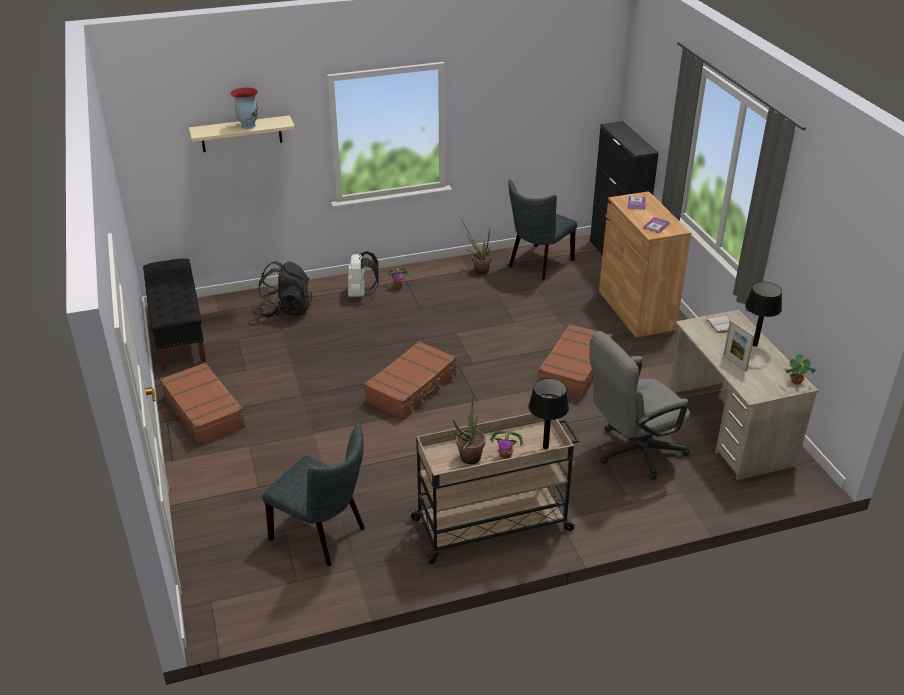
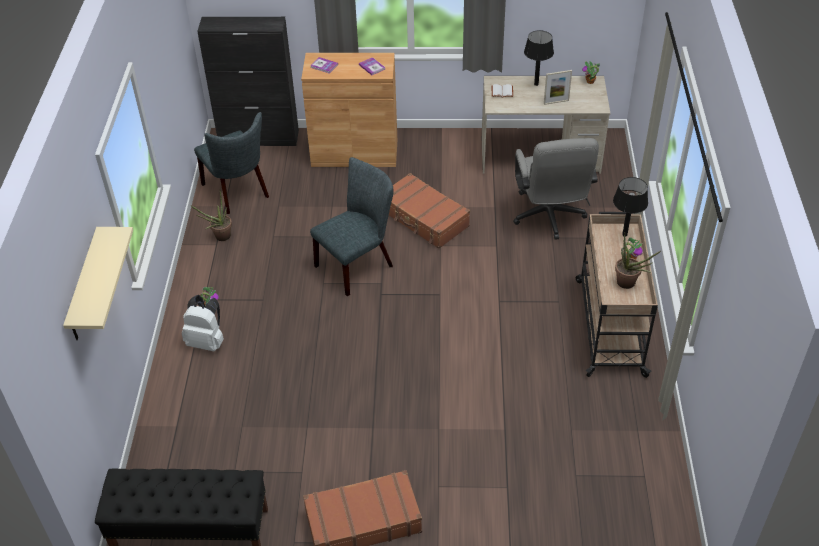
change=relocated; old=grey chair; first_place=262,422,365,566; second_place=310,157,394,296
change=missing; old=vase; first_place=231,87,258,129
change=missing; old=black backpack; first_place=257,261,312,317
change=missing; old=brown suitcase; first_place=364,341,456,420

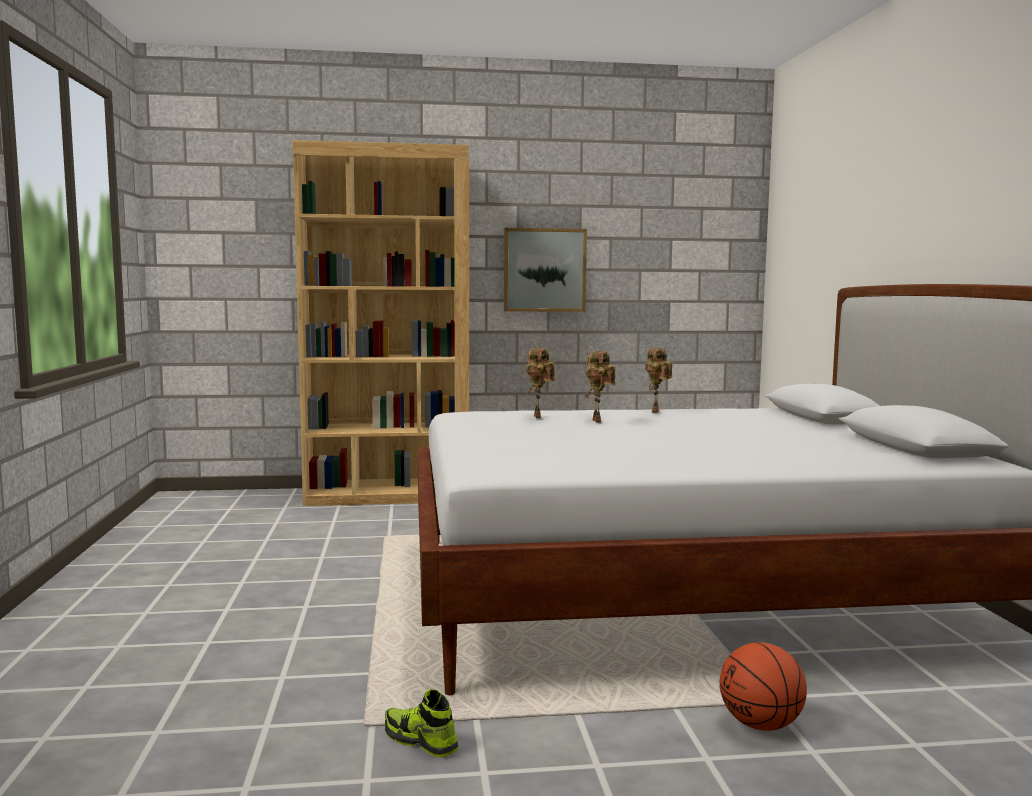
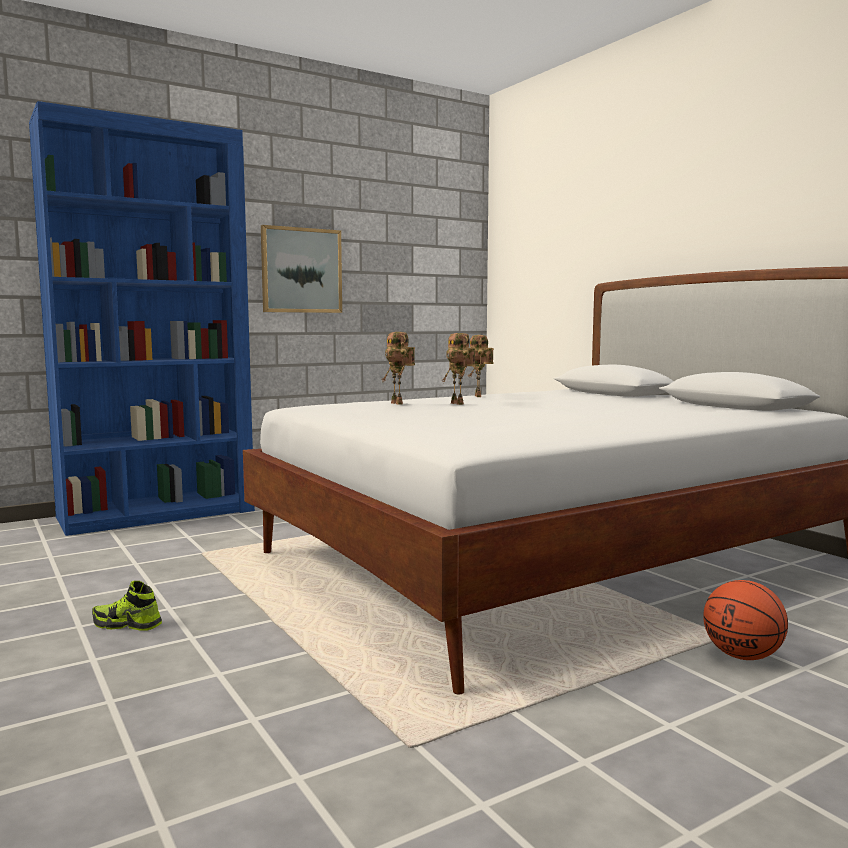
change=colour; old=brown bookcase; new=blue bookcase; first_place=293,140,469,506; second_place=29,101,255,536
change=relocated; old=shoe; first_place=385,690,458,757; second_place=92,581,162,631

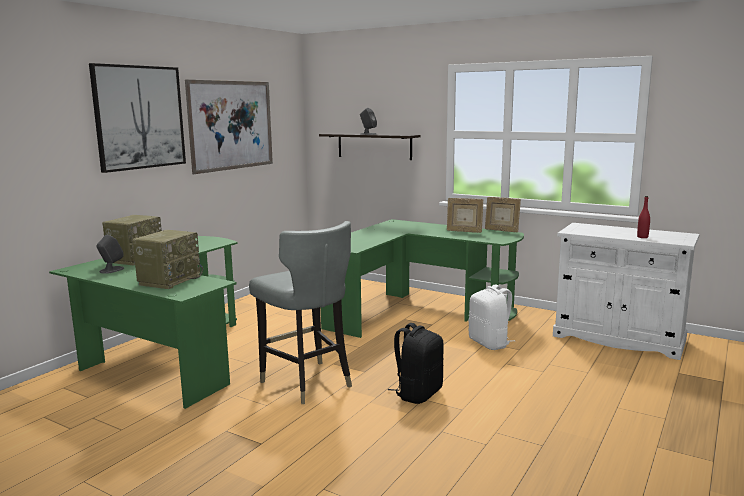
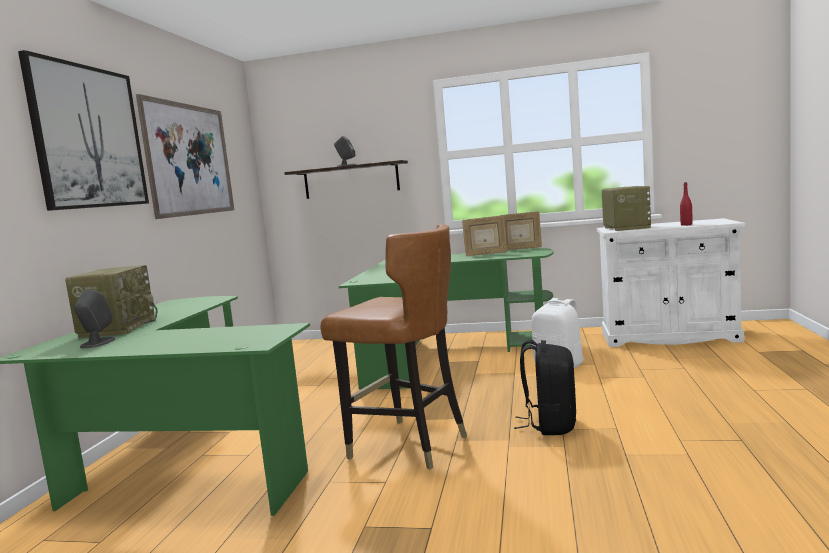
change=colour; old=grey chair; new=brown chair; first_place=249,221,352,404; second_place=321,224,467,469
change=relocated; old=radio; first_place=132,230,203,289; second_place=602,186,651,231

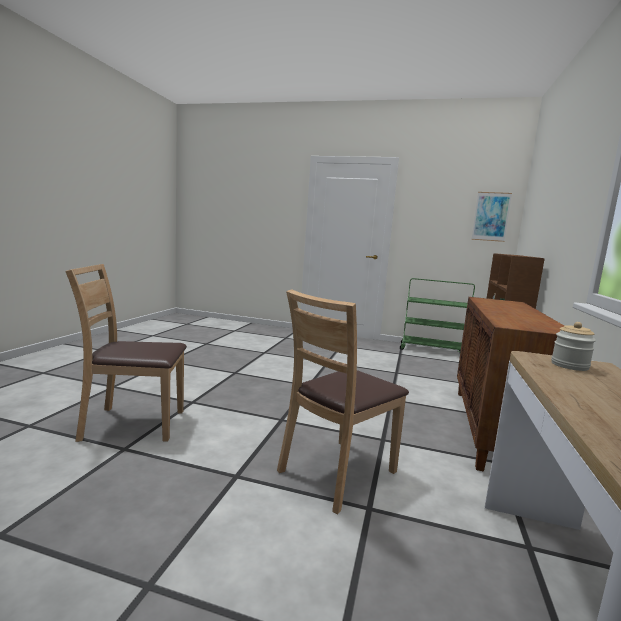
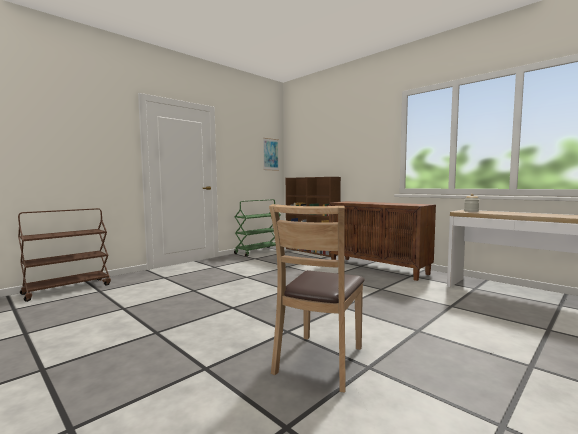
change=appeared; new=brown cart; second_place=18,208,111,302
change=missing; old=brown chair; first_place=277,289,409,514

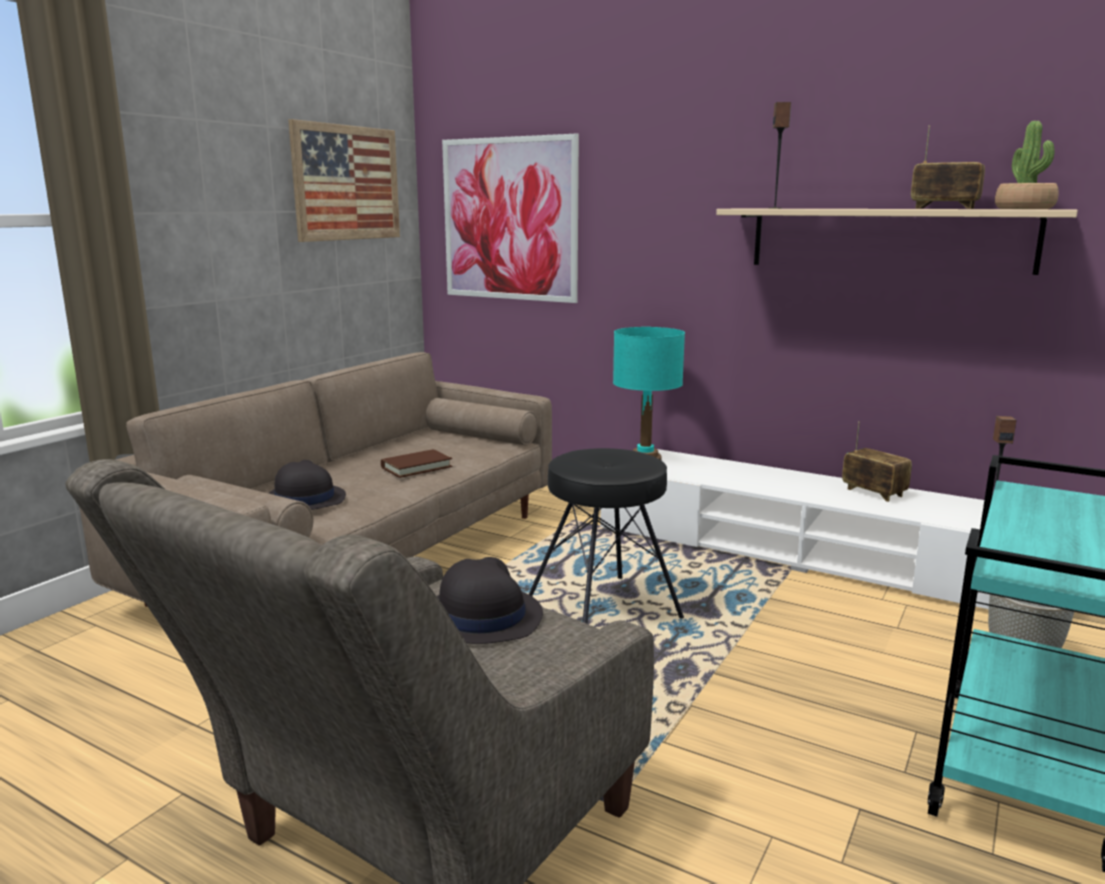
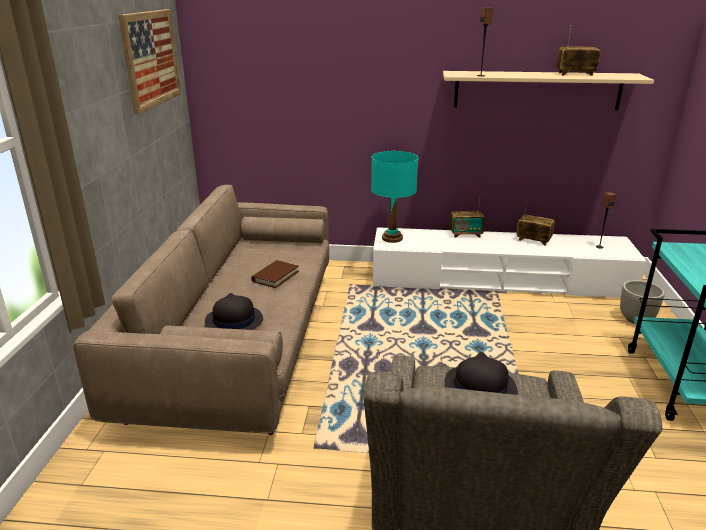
change=appeared; new=radio; second_place=450,195,485,238
change=missing; old=picture; first_place=442,134,579,303
change=missing; old=black stool; first_place=529,448,684,624
change=missing; old=potted plant; first_place=995,121,1059,209

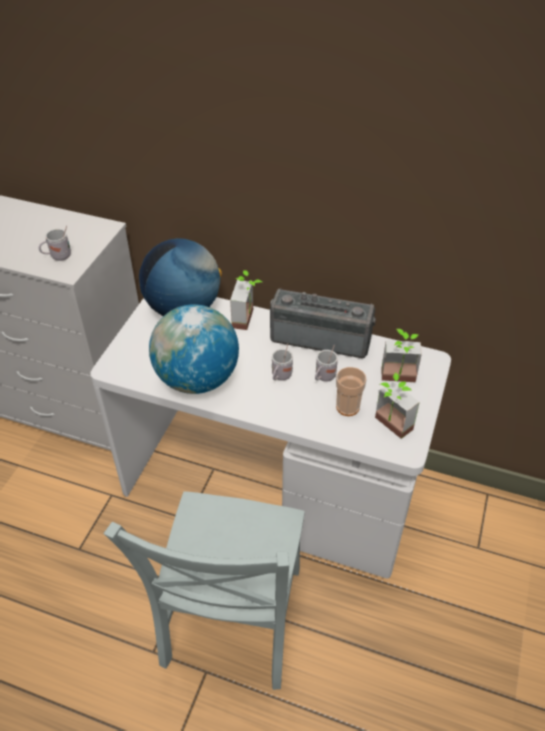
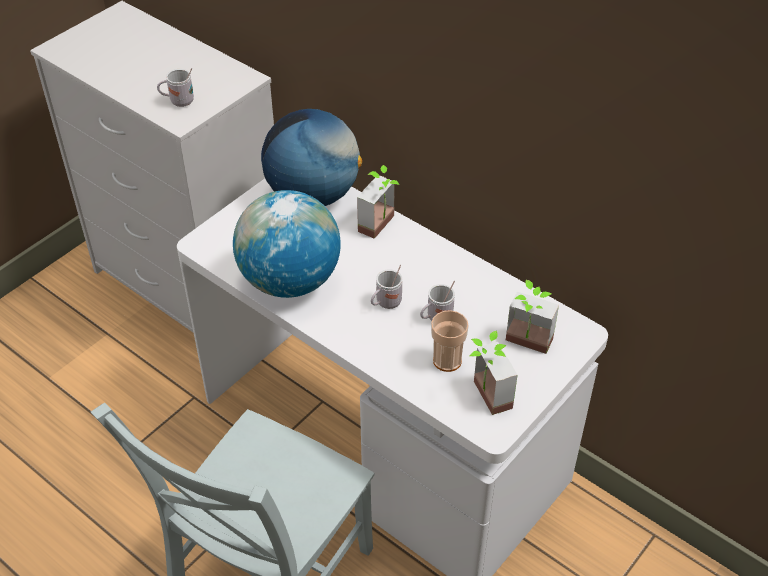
change=missing; old=radio; first_place=270,288,376,358

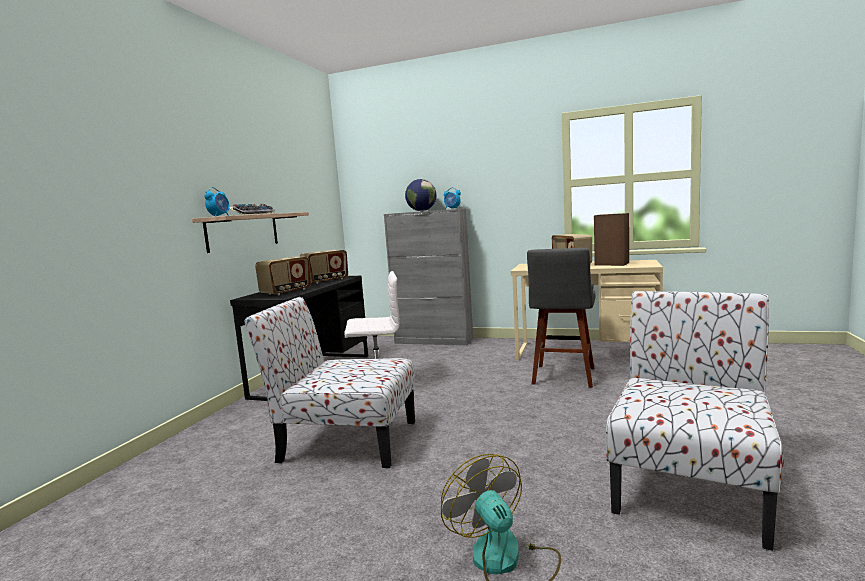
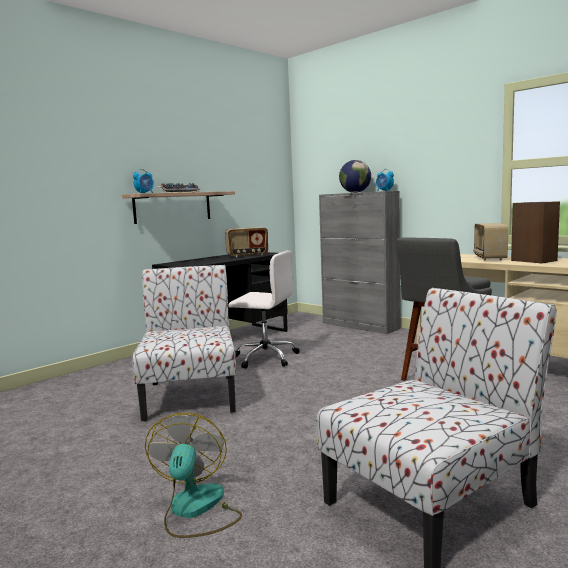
change=spun; old=chair; first_place=245,297,415,468; second_place=133,265,236,421; degrees=45
change=missing; old=radio; first_place=255,257,311,295

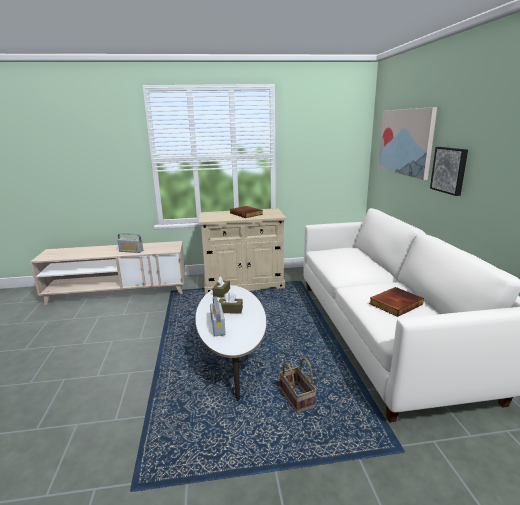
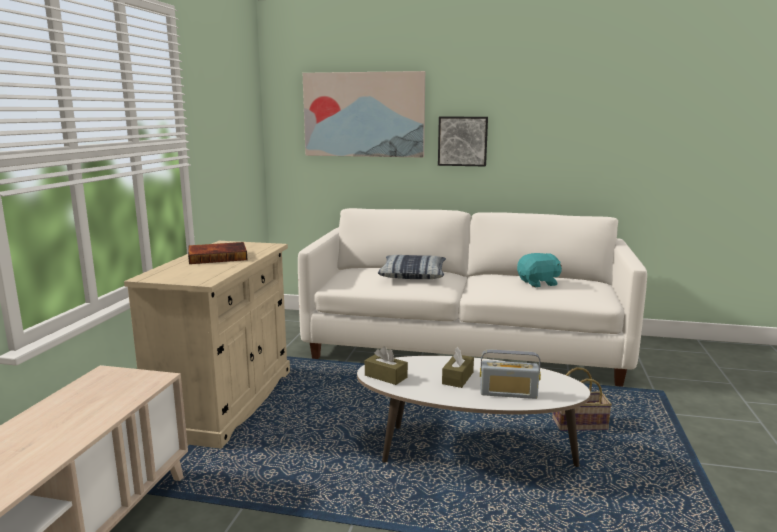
change=appeared; new=pillow; second_place=378,255,446,279
change=exchanged; old=book; new=turquoise plush toy; first_place=369,287,424,317; second_place=517,253,562,287
change=missing; old=radio; first_place=118,233,143,253

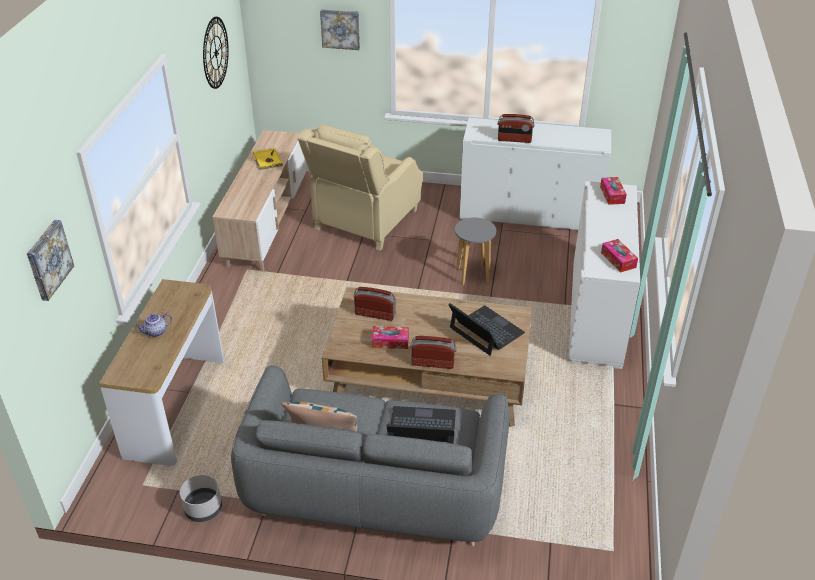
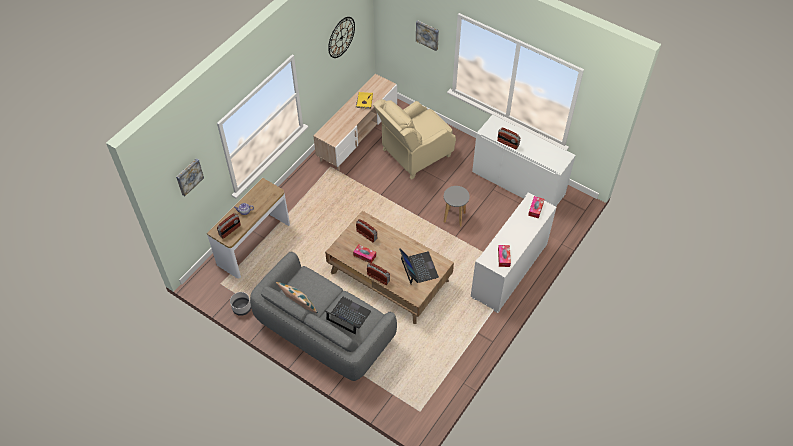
change=appeared; new=radio; second_place=217,213,241,239

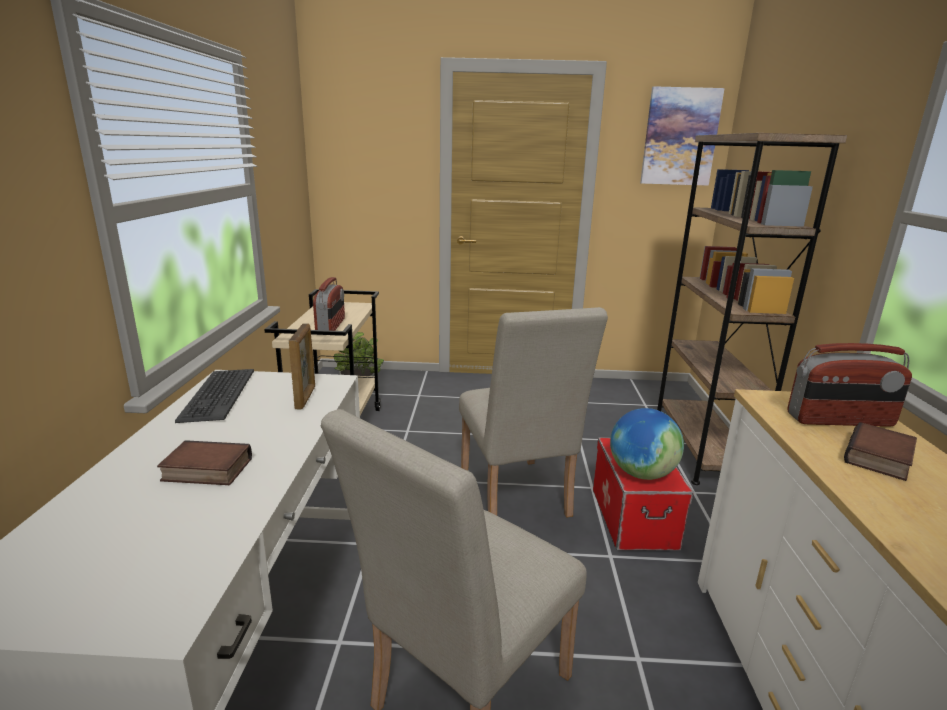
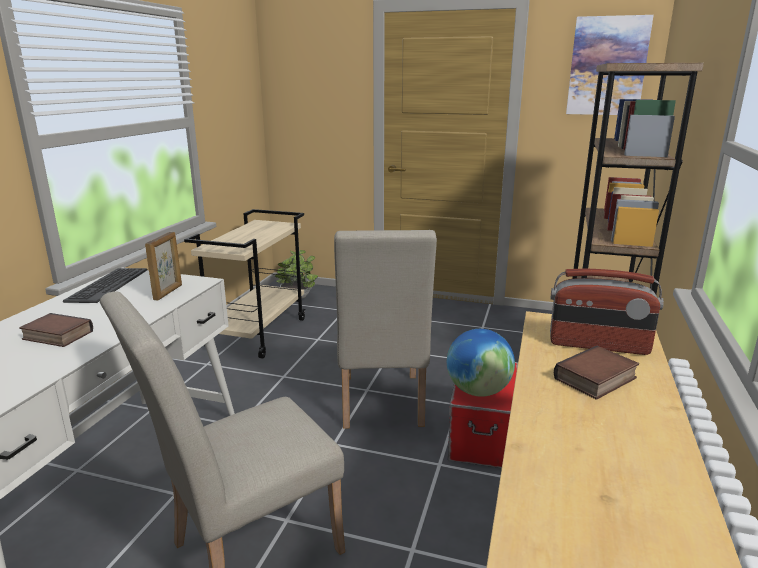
change=missing; old=radio; first_place=313,277,345,331

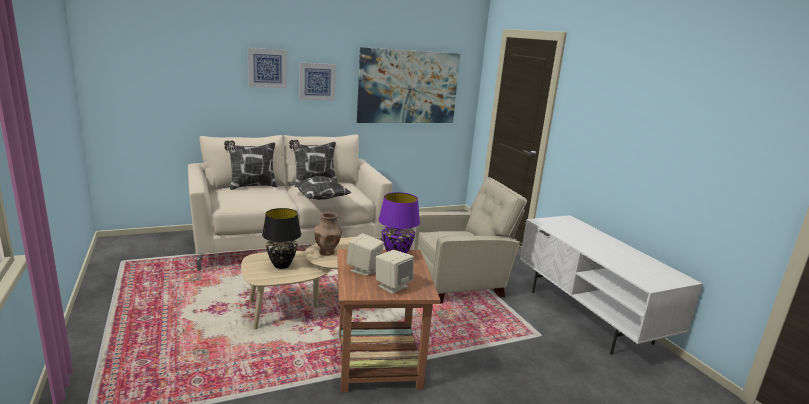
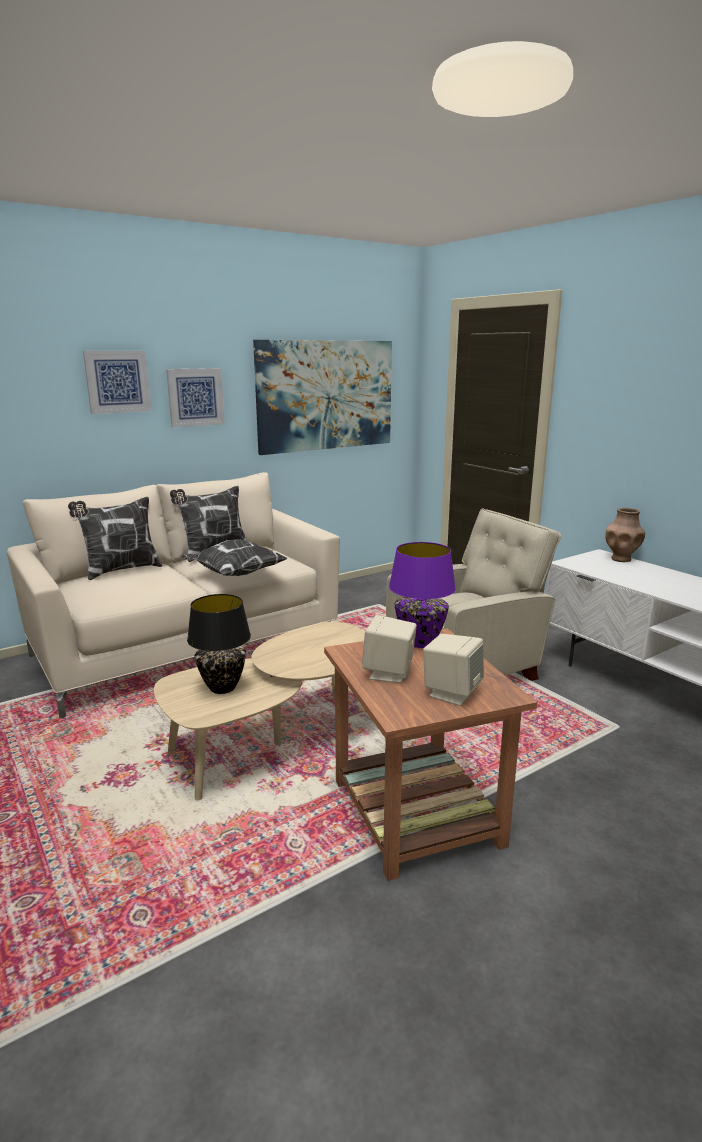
change=relocated; old=brown vase; first_place=314,212,342,256; second_place=605,508,645,562

